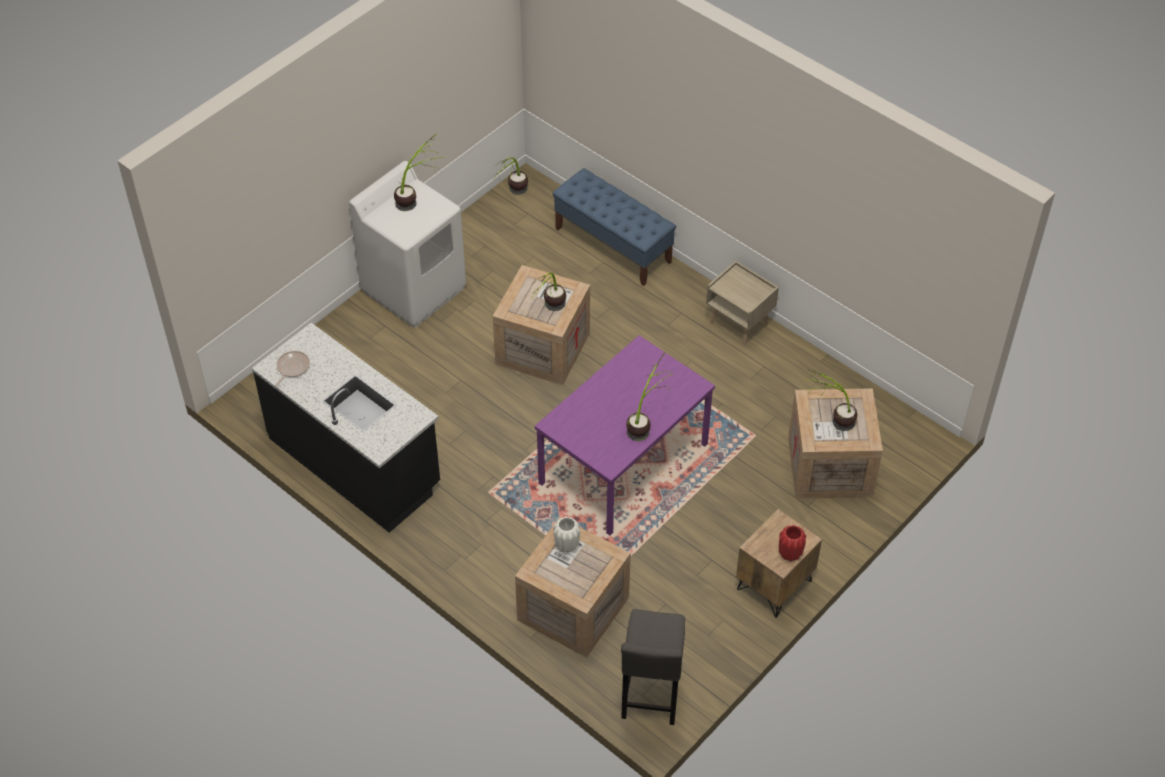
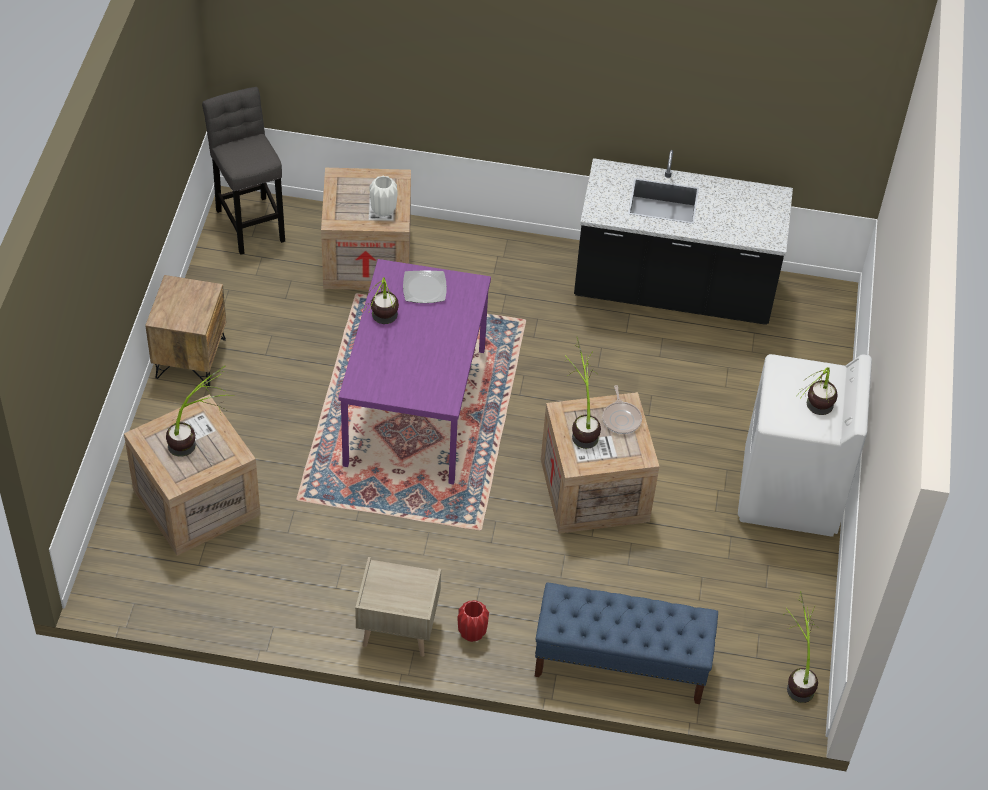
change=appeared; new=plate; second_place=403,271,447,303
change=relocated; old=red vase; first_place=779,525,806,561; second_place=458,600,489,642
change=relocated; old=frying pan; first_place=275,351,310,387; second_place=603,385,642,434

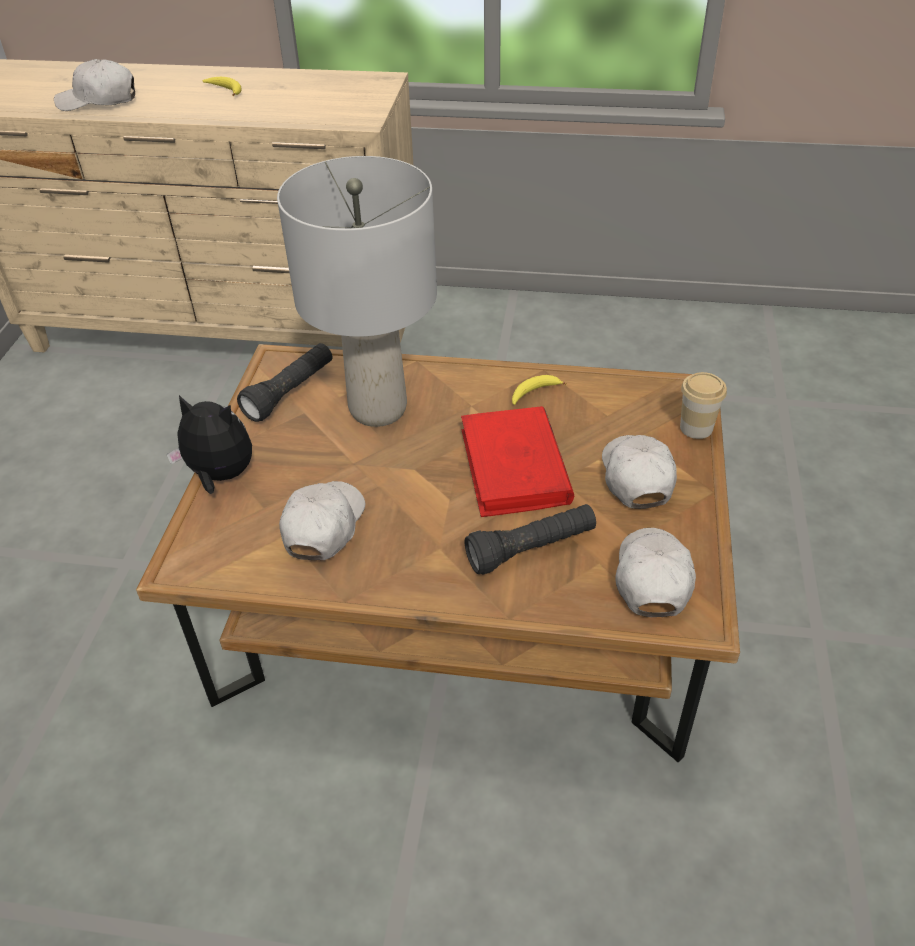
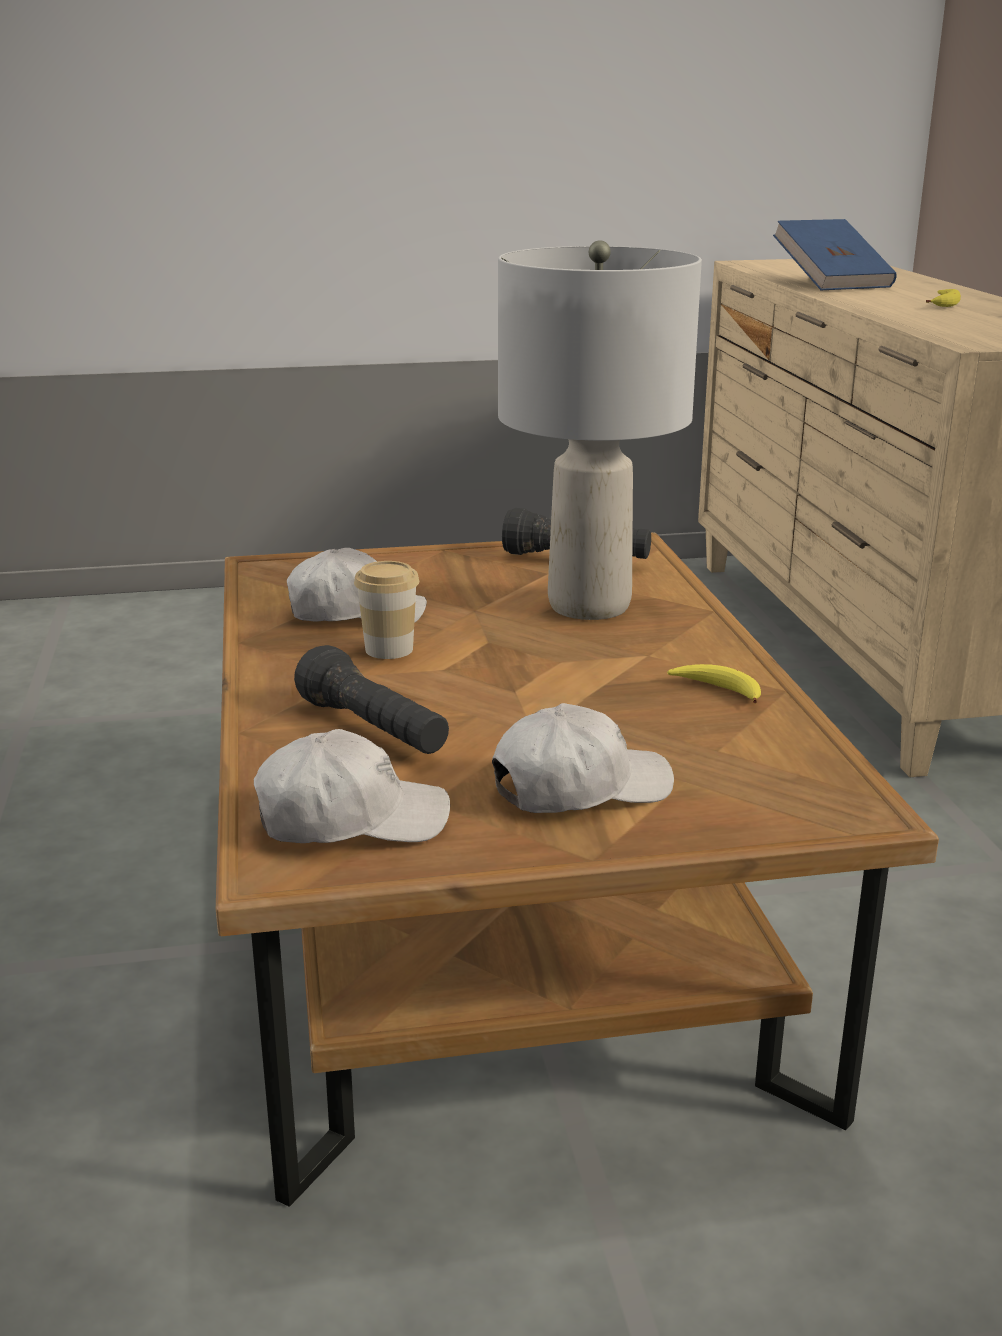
change=relocated; old=cup; first_place=680,372,727,439; second_place=354,561,419,659
change=exchanged; old=white cap; new=blue book; first_place=54,59,135,111; second_place=773,219,896,290
change=missing; old=plush toy; first_place=166,395,252,494
change=missing; old=red book; first_place=461,406,574,517

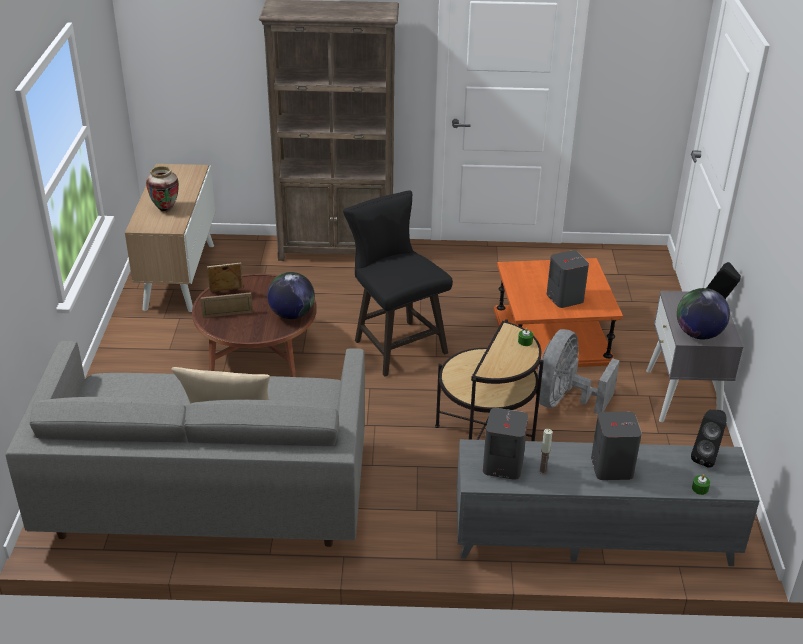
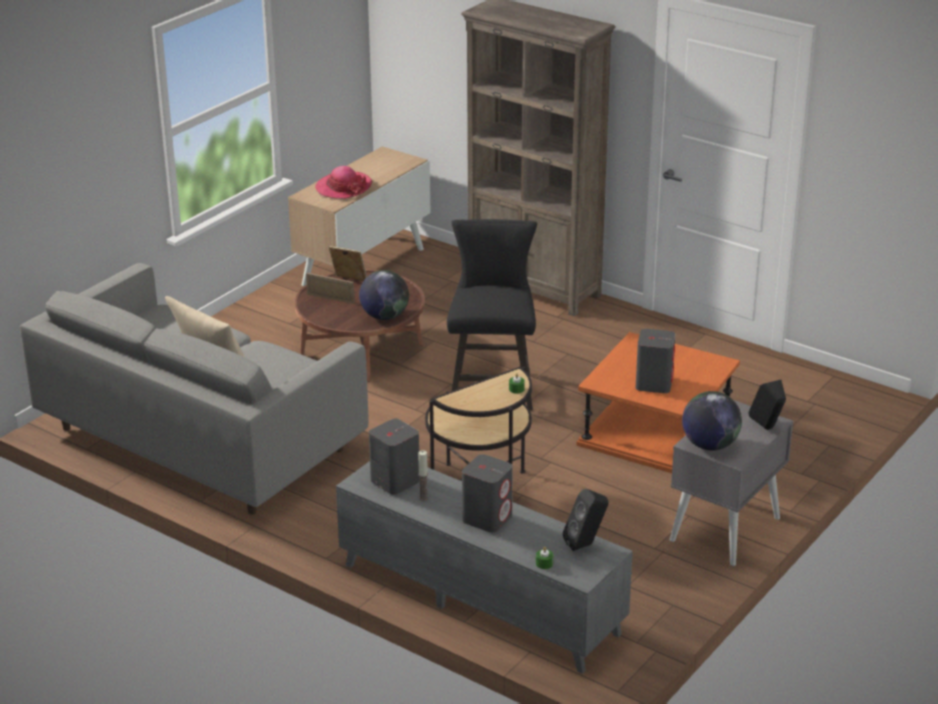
change=exchanged; old=vase; new=hat; first_place=146,166,179,212; second_place=315,166,372,199
change=missing; old=grey fan; first_place=536,329,620,414

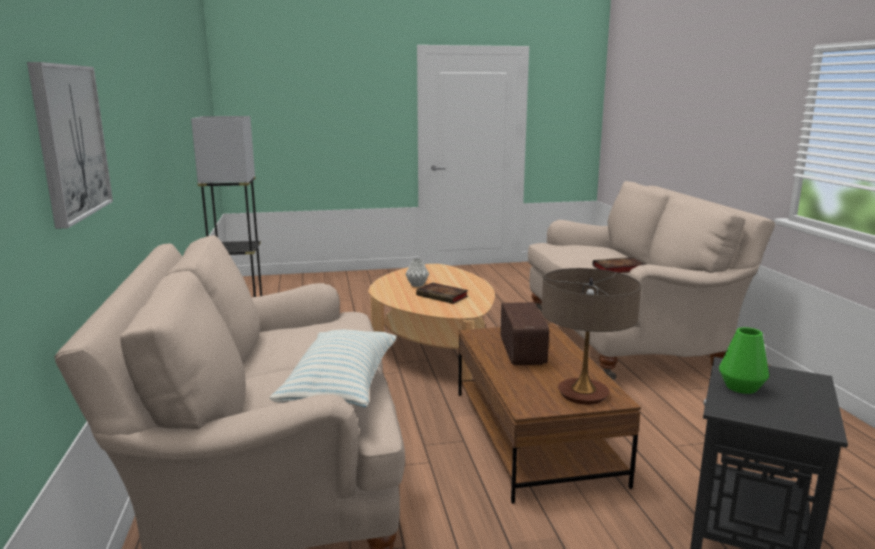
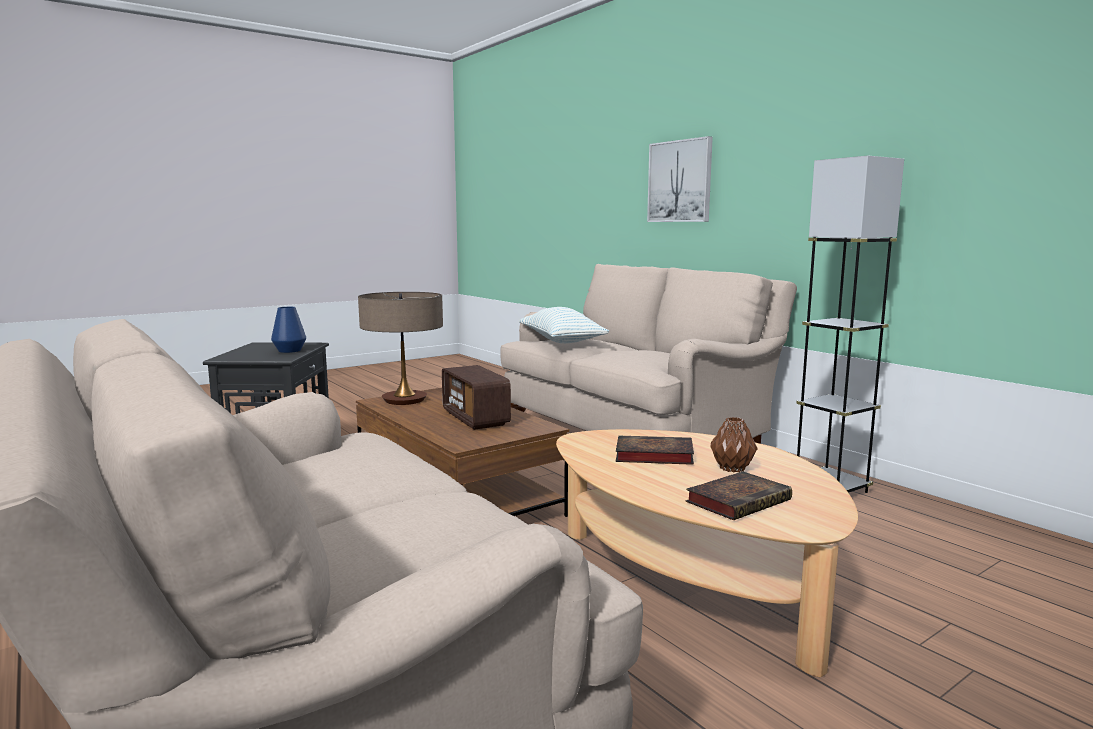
change=colour; old=green vase; new=blue vase; first_place=719,327,769,394; second_place=271,307,306,353
change=relocated; old=book; first_place=593,257,646,273; second_place=685,472,792,520
change=colour; old=grey vase; new=brown vase; first_place=406,258,429,287; second_place=710,417,758,473

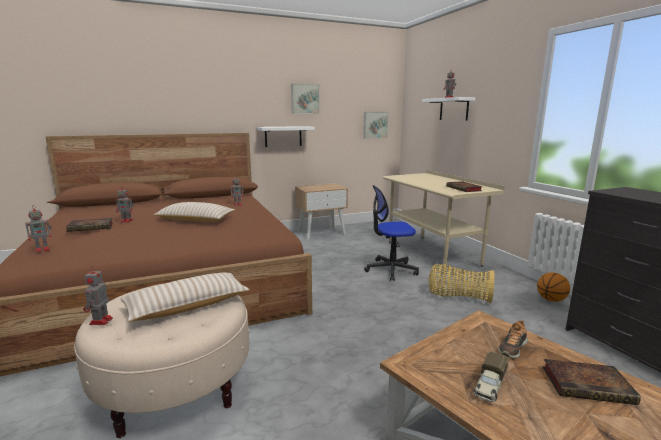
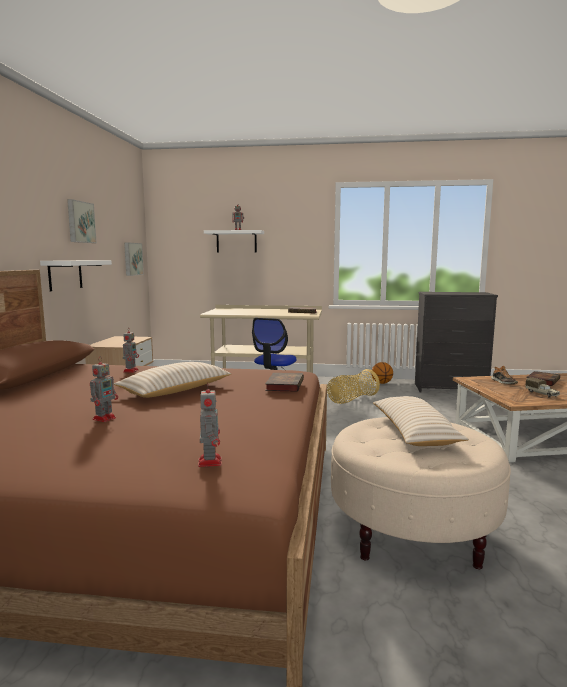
change=relocated; old=book; first_place=66,218,113,232; second_place=265,373,304,392
change=missing; old=toy robot; first_place=83,266,113,325

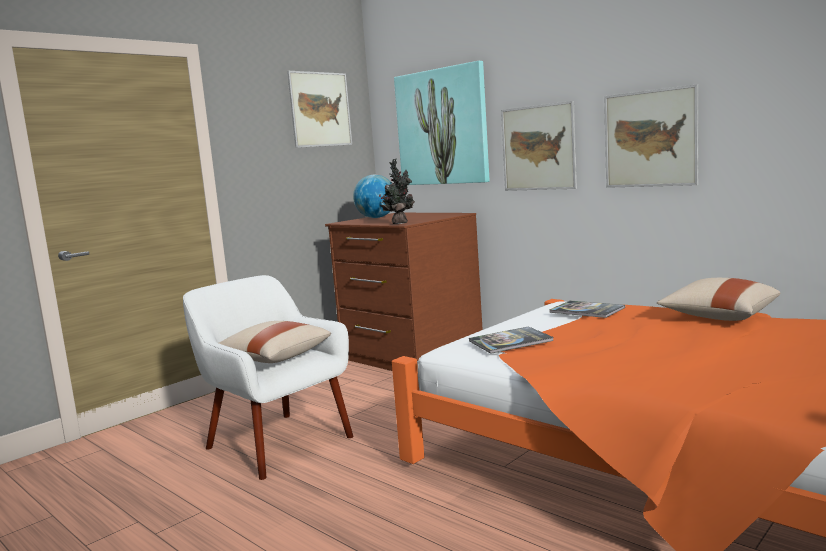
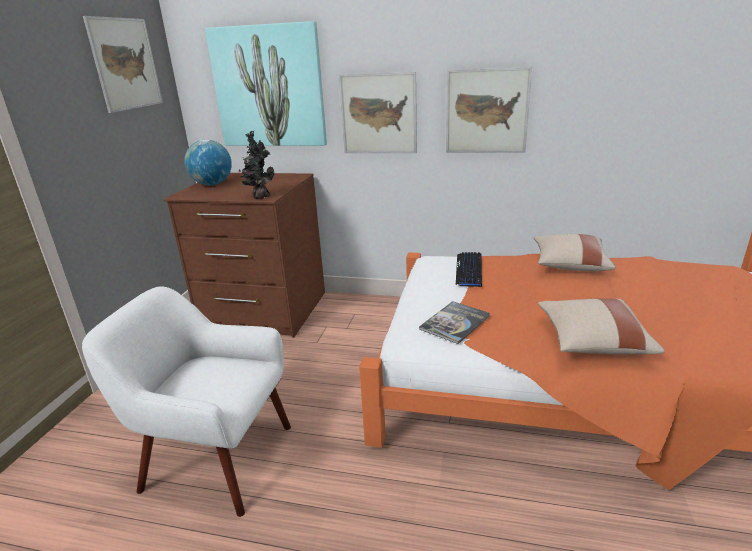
change=exchanged; old=book; new=keyboard; first_place=549,301,625,318; second_place=456,252,482,287
change=relocated; old=beige pillow; first_place=219,321,331,363; second_place=538,298,665,354

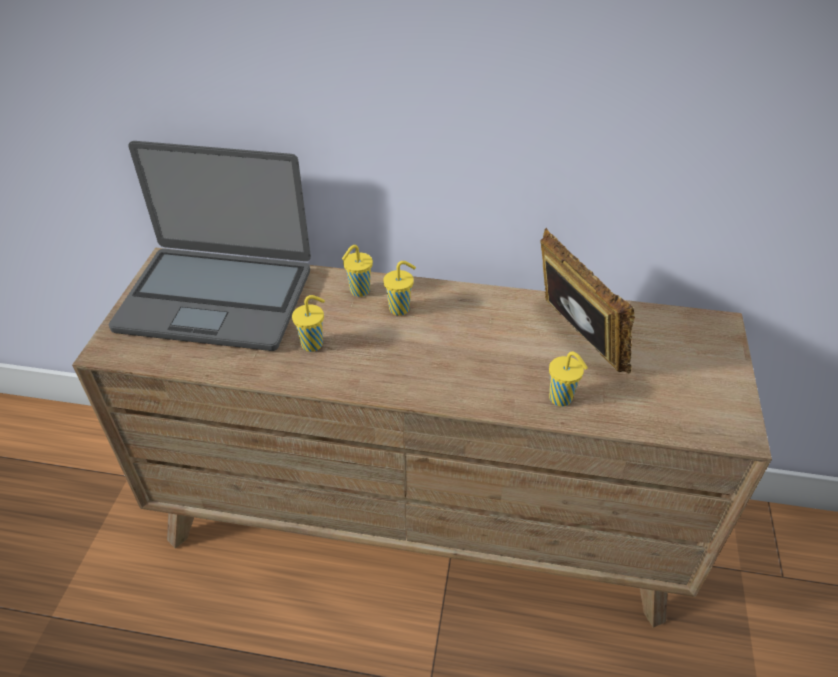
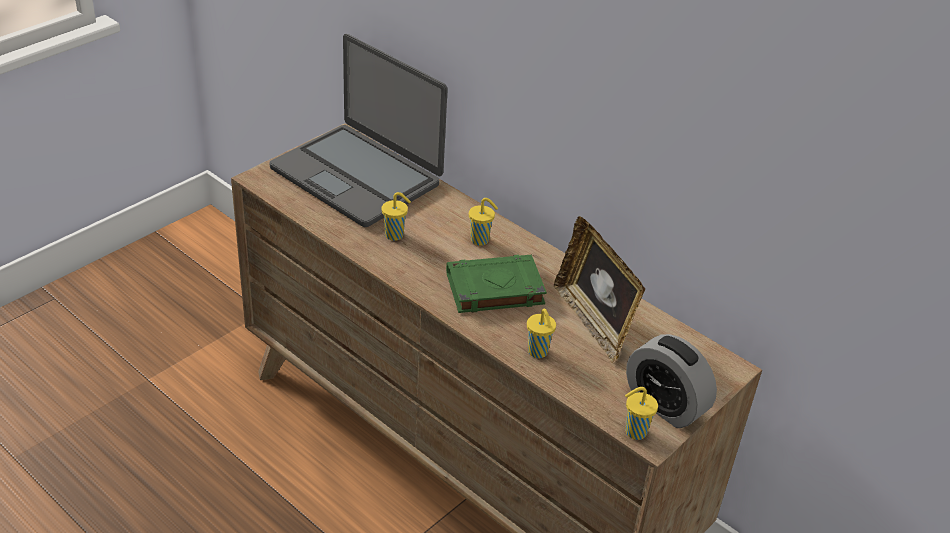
change=appeared; new=green book; second_place=446,255,547,313
change=spun; old=picture frame; first_place=540,228,635,374; second_place=554,216,645,363; degrees=150
change=relocated; old=yellow cup; first_place=342,245,373,297; second_place=625,387,658,440
change=appeared; new=alarm clock; second_place=626,334,717,428

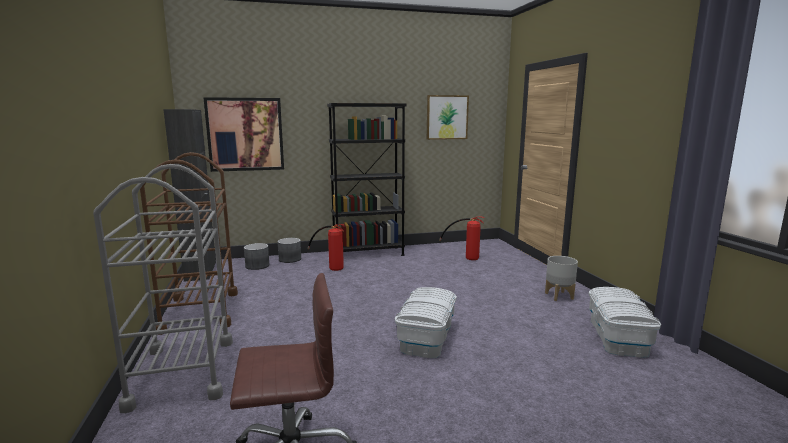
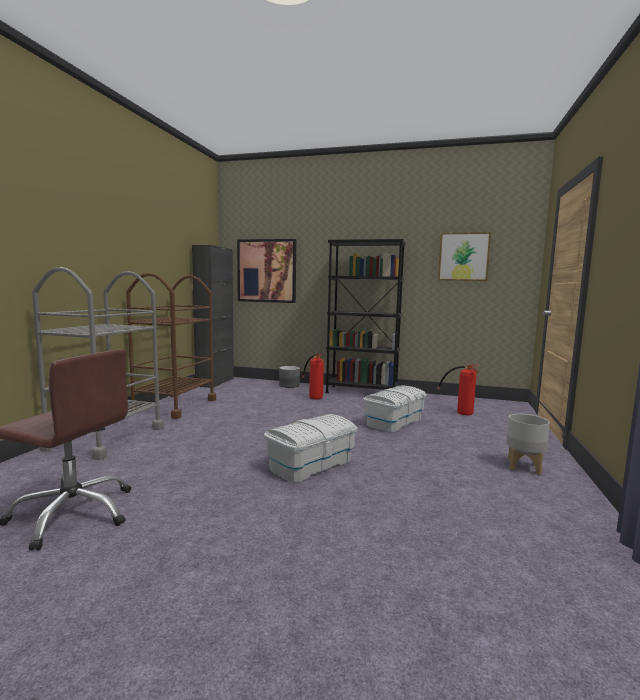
change=relocated; old=white storage box; first_place=589,287,661,358; second_place=363,386,427,433
change=missing; old=grey planter; first_place=244,243,270,270

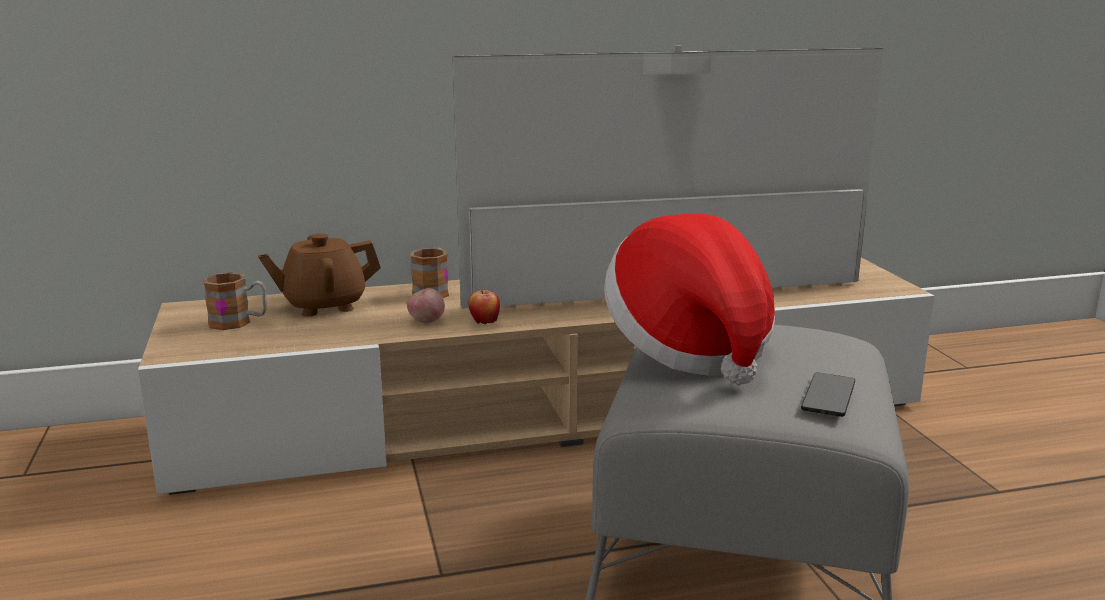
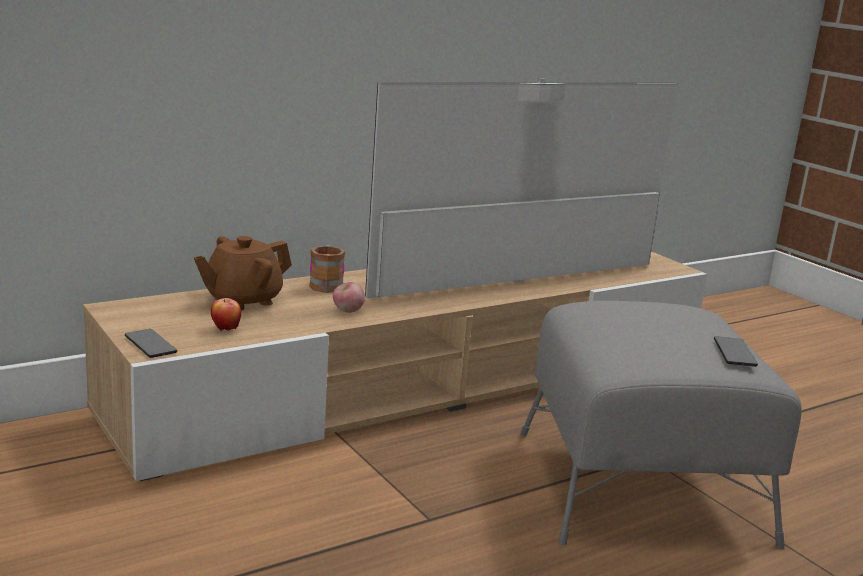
change=appeared; new=phone; second_place=125,329,177,358
change=relocated; old=apple; first_place=468,290,500,325; second_place=211,298,241,331
change=missing; old=mug; first_place=203,272,267,330
change=missing; old=hat; first_place=604,214,775,385

